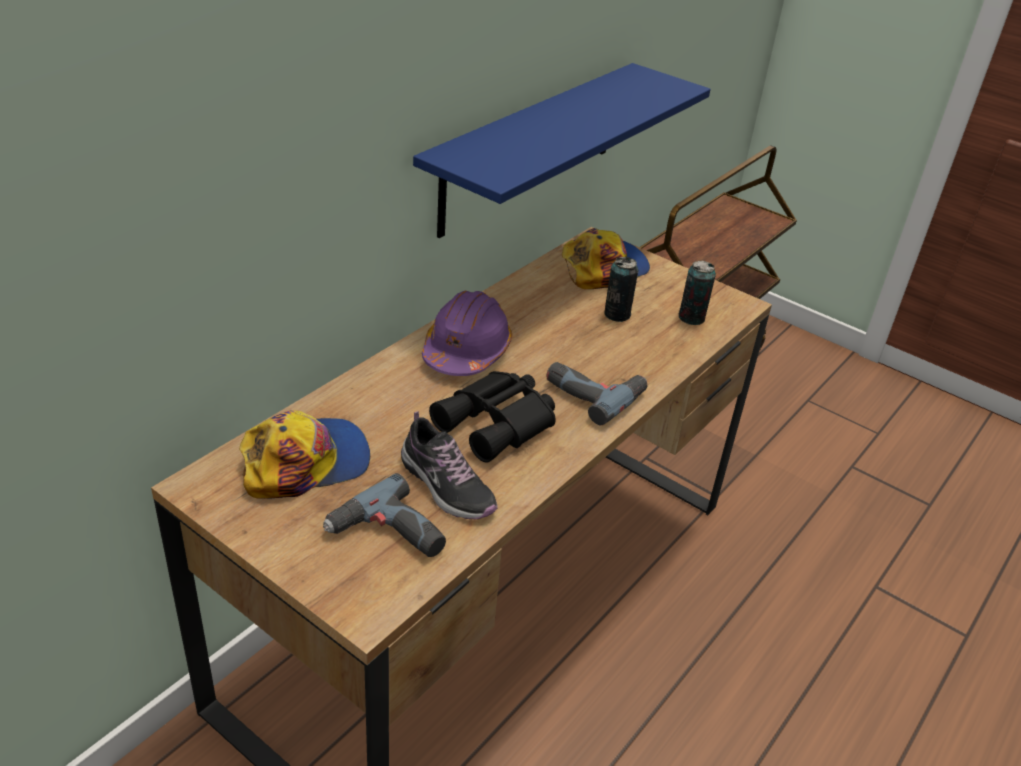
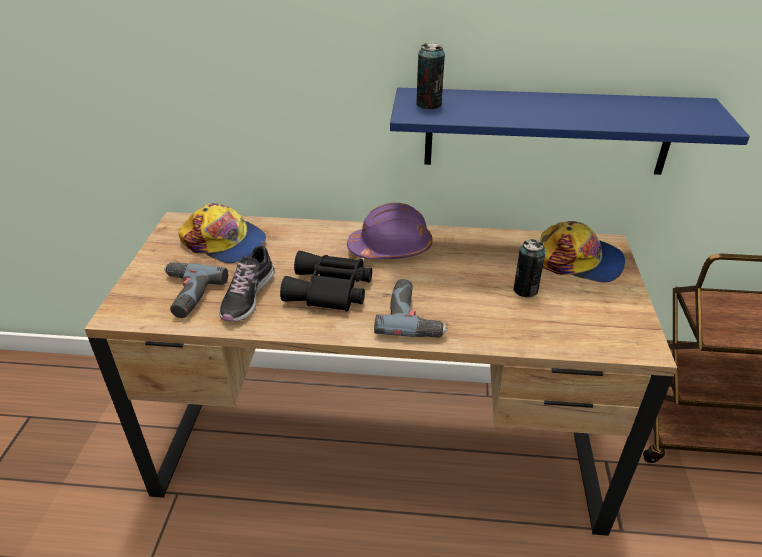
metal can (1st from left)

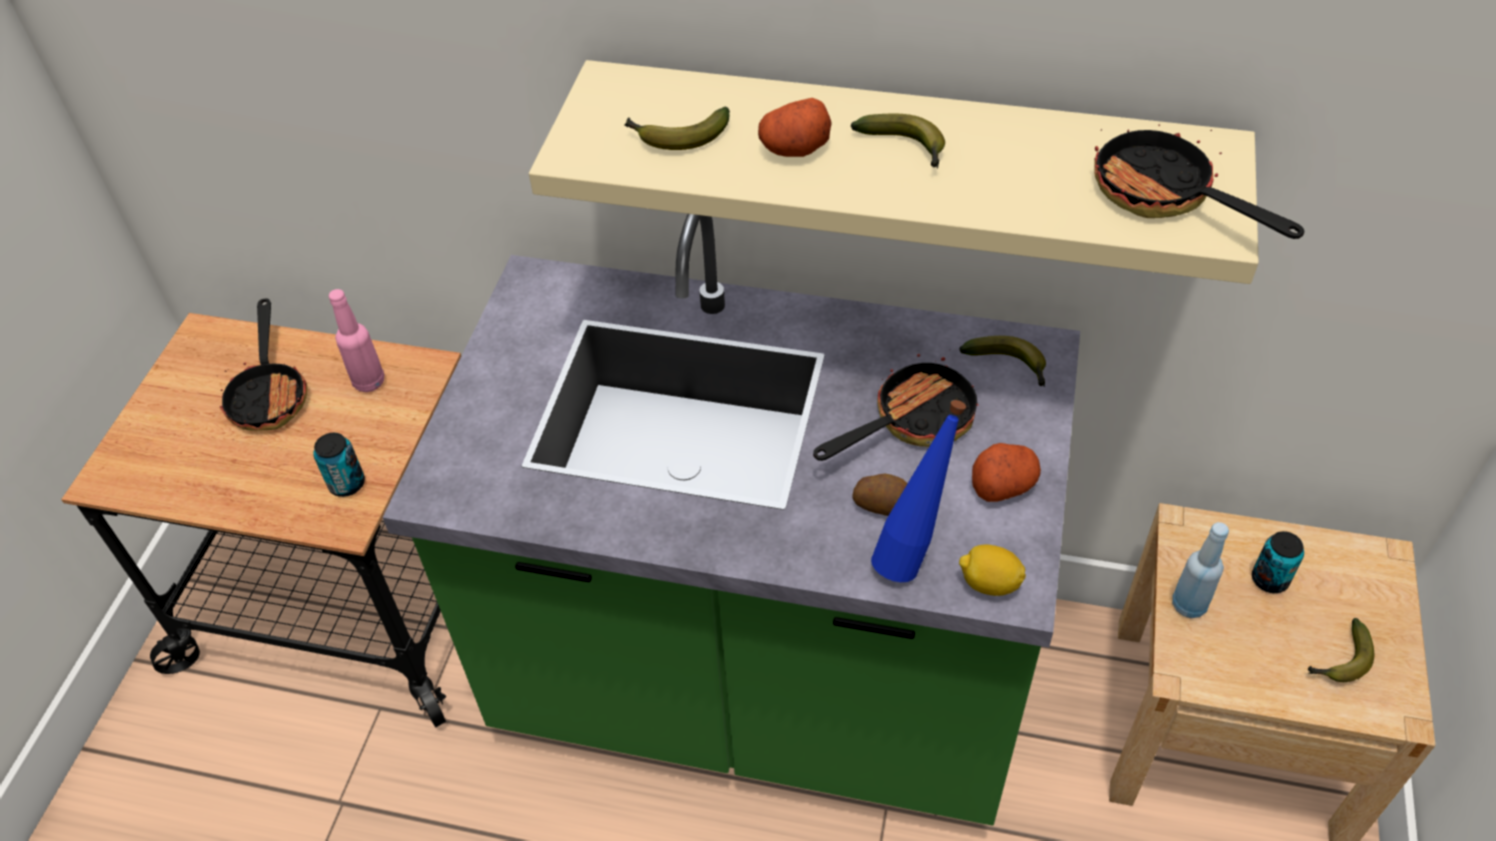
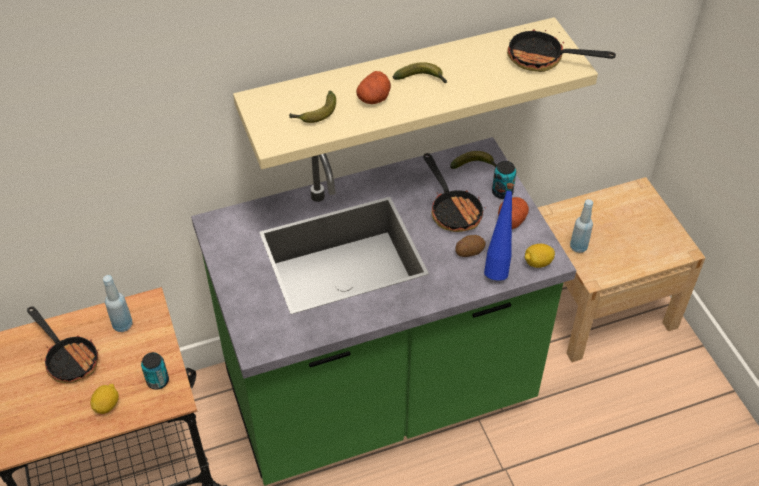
bottle/bluish (1st from left); frying pan (2nd from left); metal can (2nd from left); whole banana (4th from left in the first image); whole lemon (1st from left)

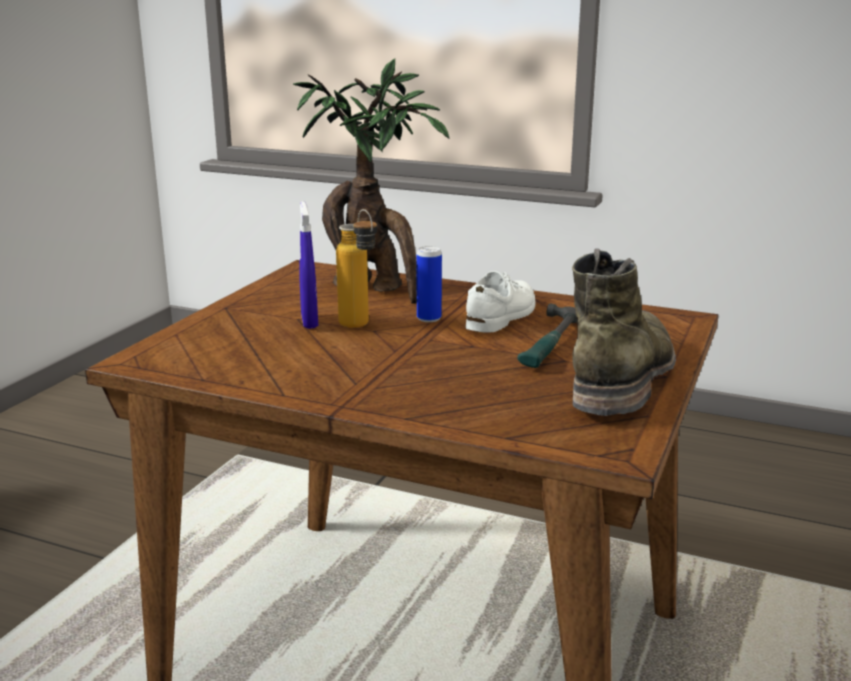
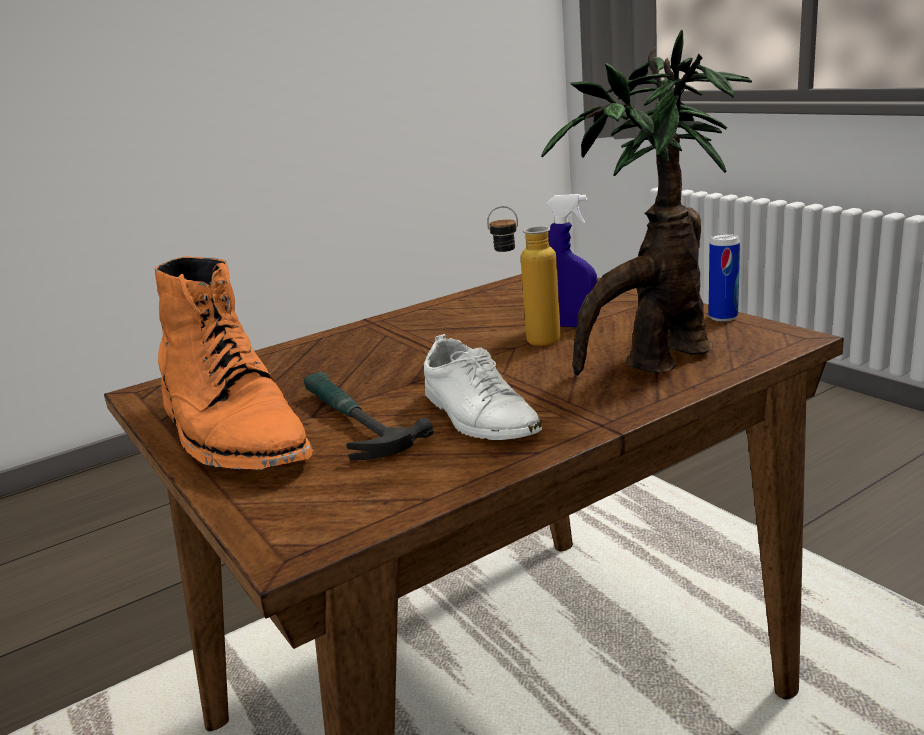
metal can; boot/orange

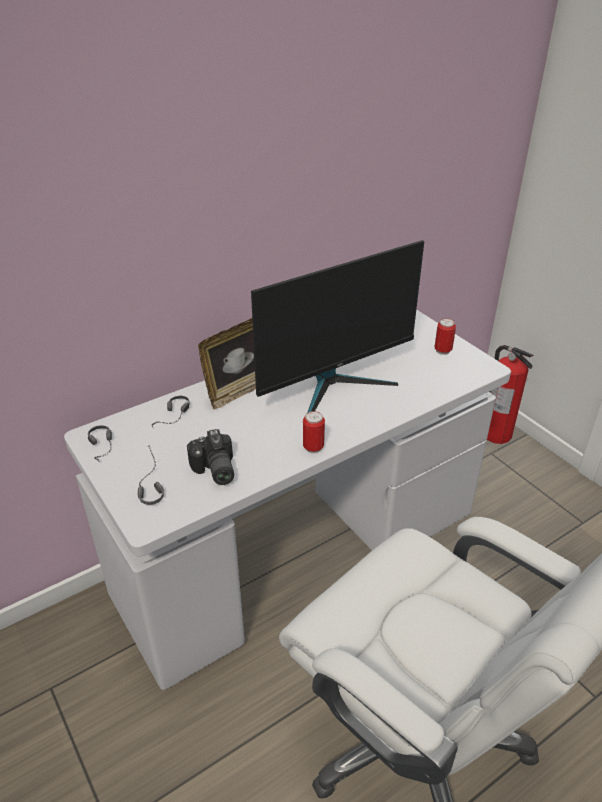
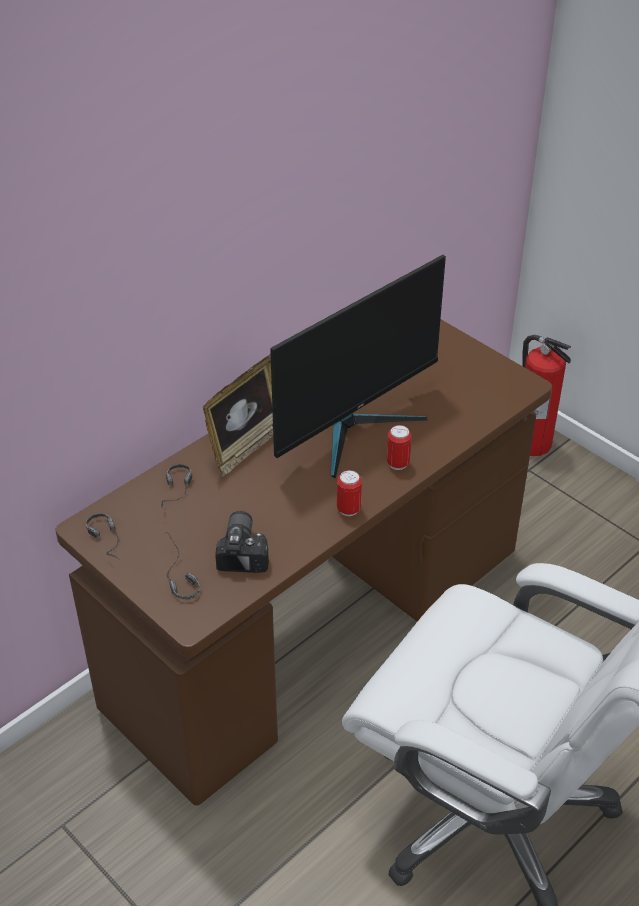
desk unit/brownish; metal can (2nd from left); still camera

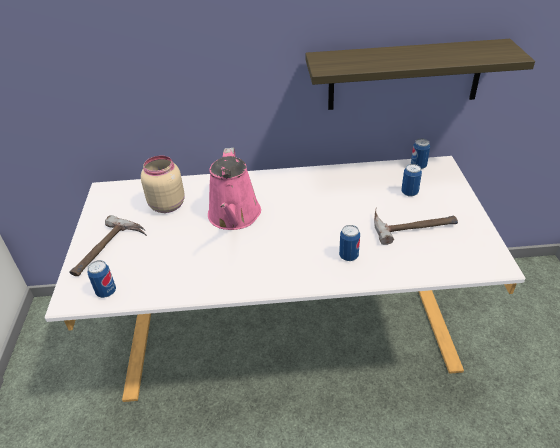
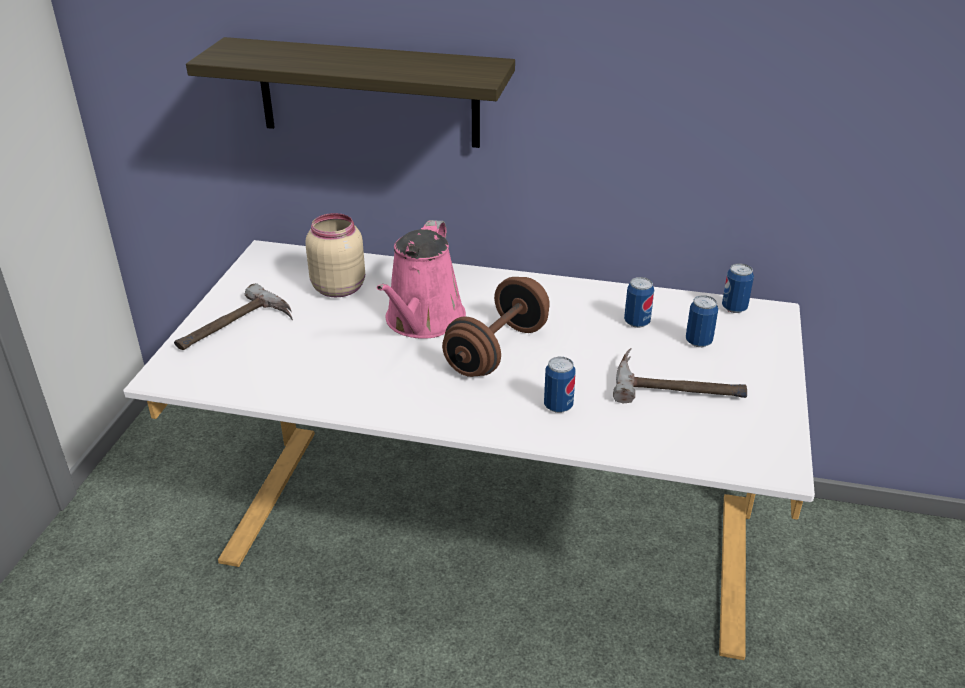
wall shelf; metal can (2nd from left); hand weight/brownish

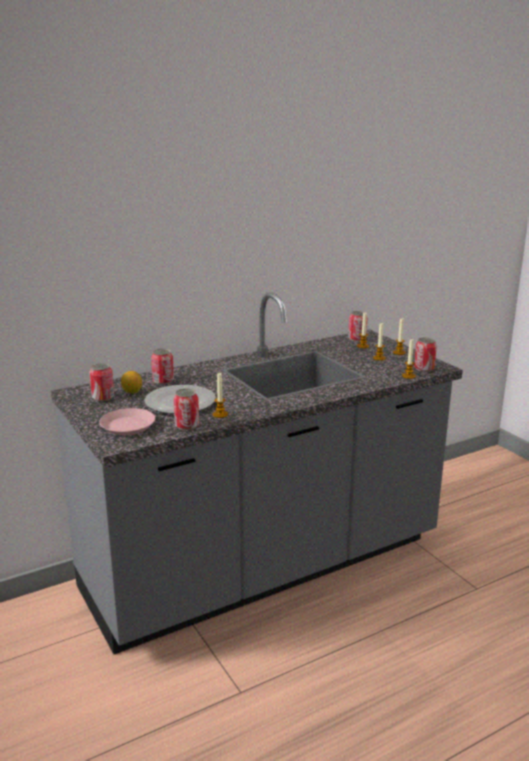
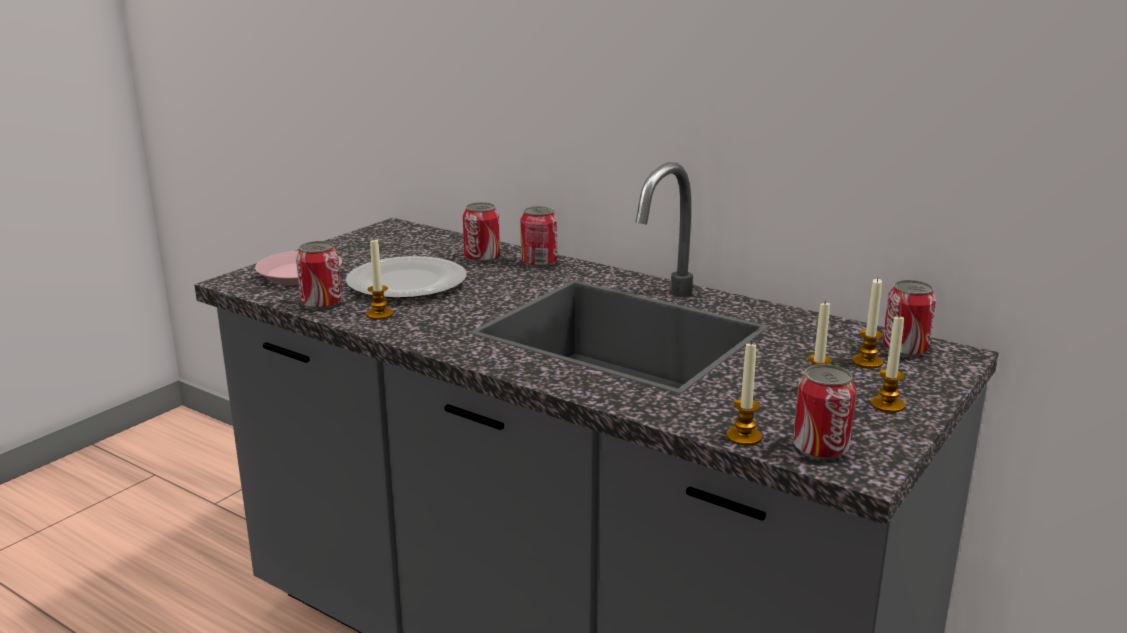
metal can (3rd from left); whole lemon

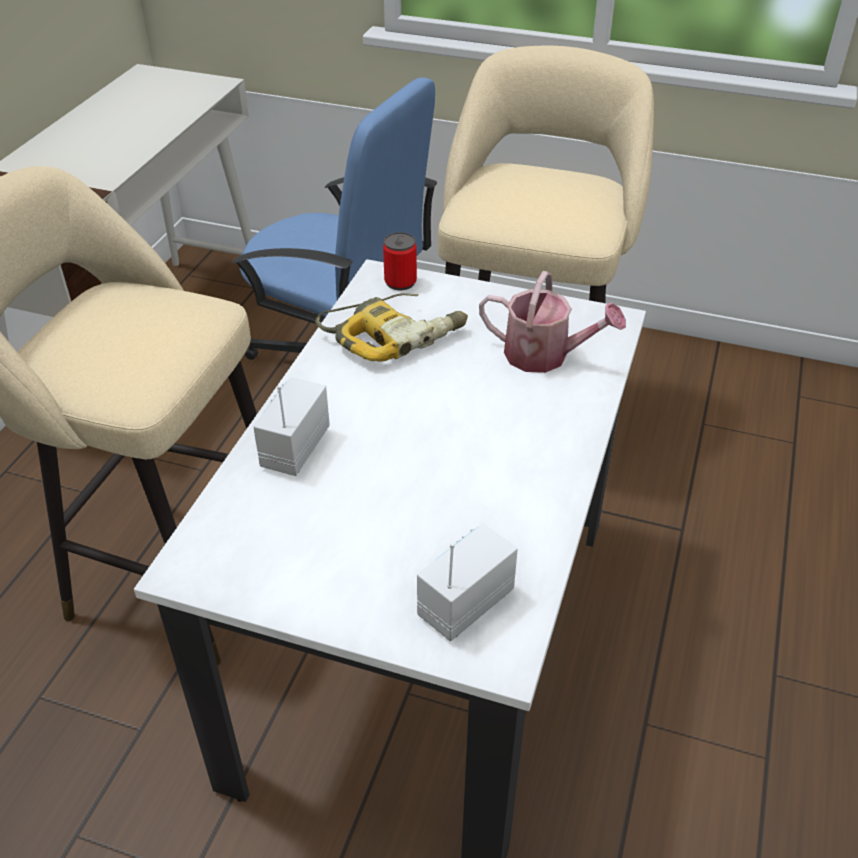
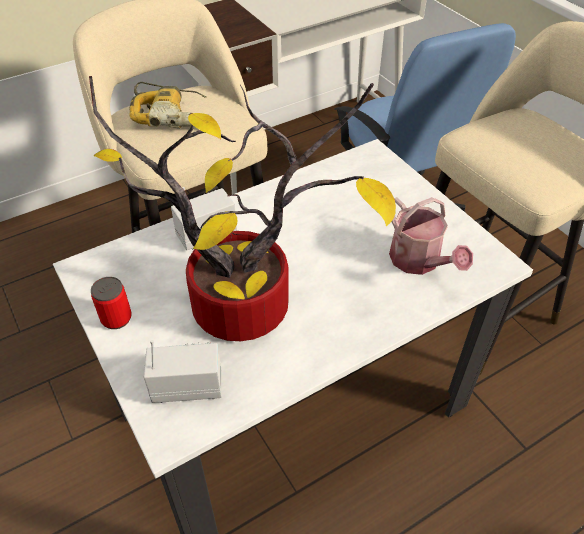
metal can; drill; plant in a pot

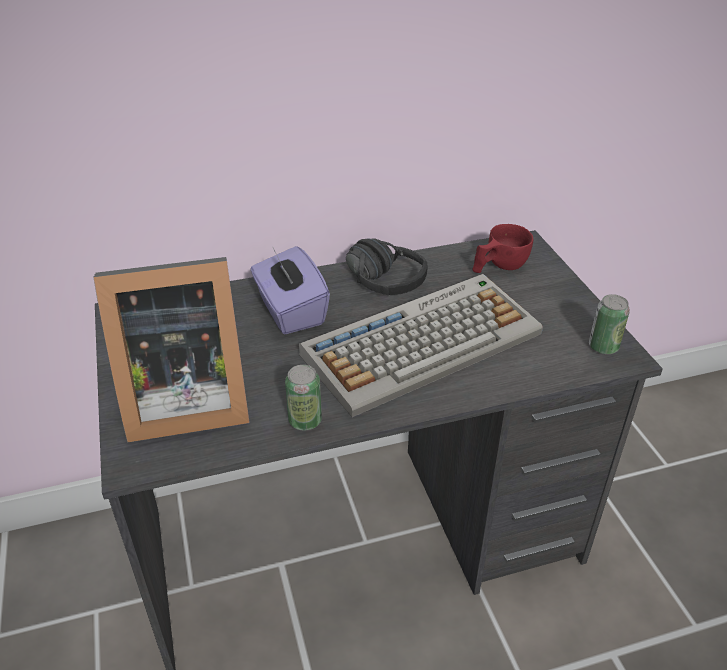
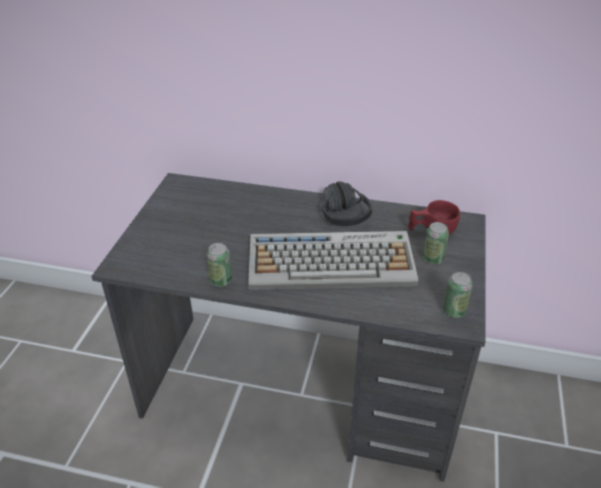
tissue holder/purplish; picture frame; metal can (2nd from left)

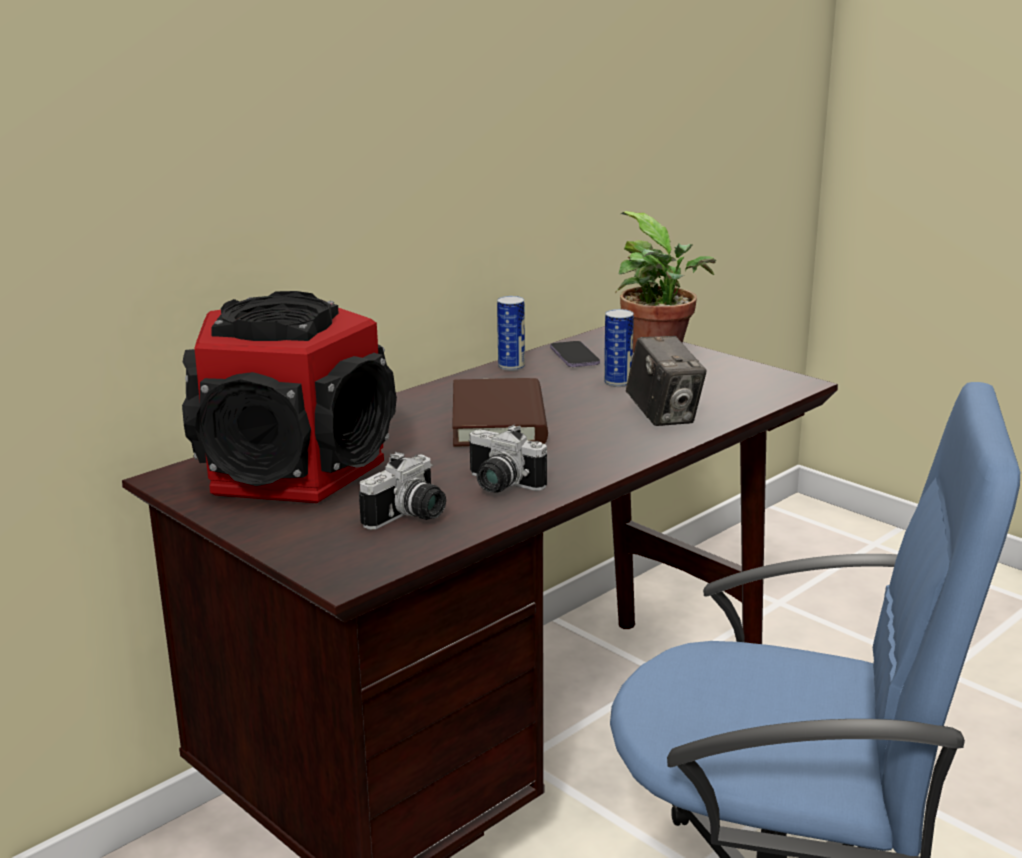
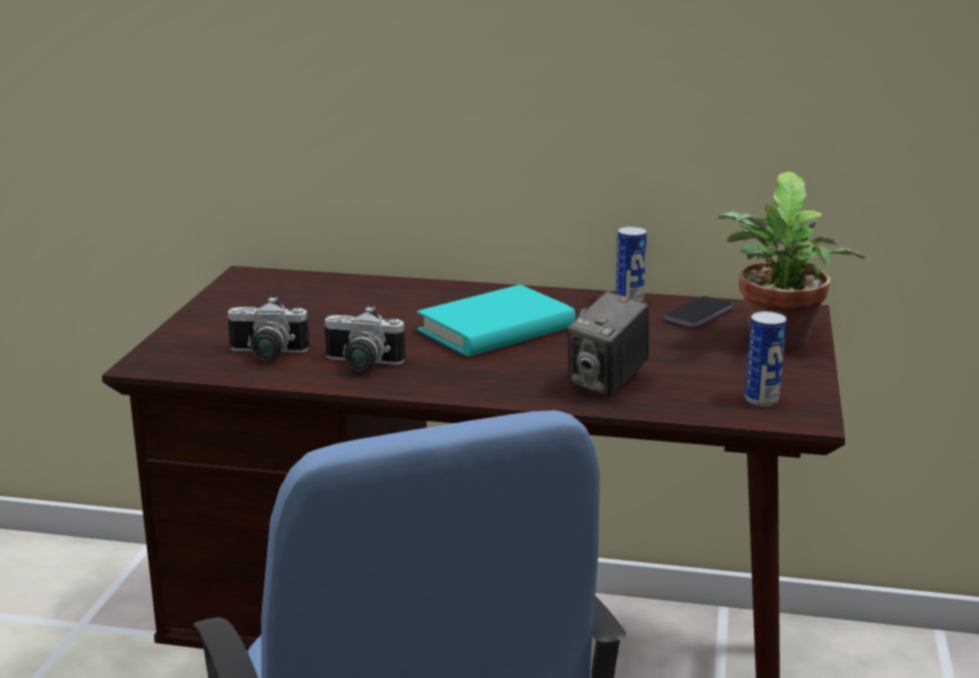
speaker; metal can (2nd from left); book/turquoise-coloured; still camera (2nd from left)

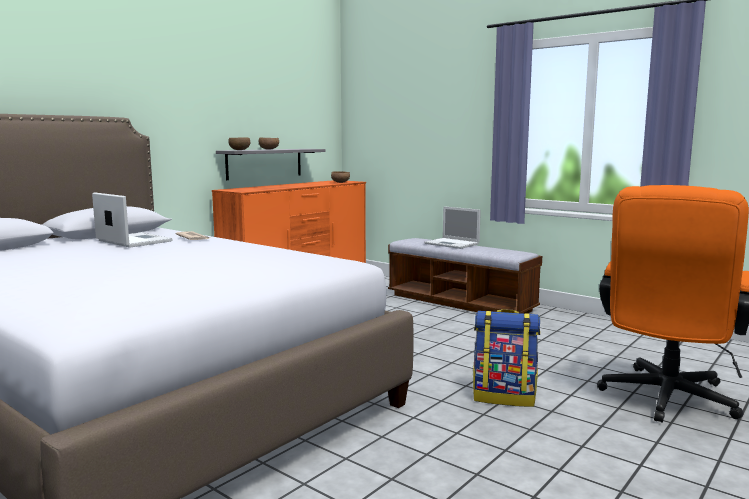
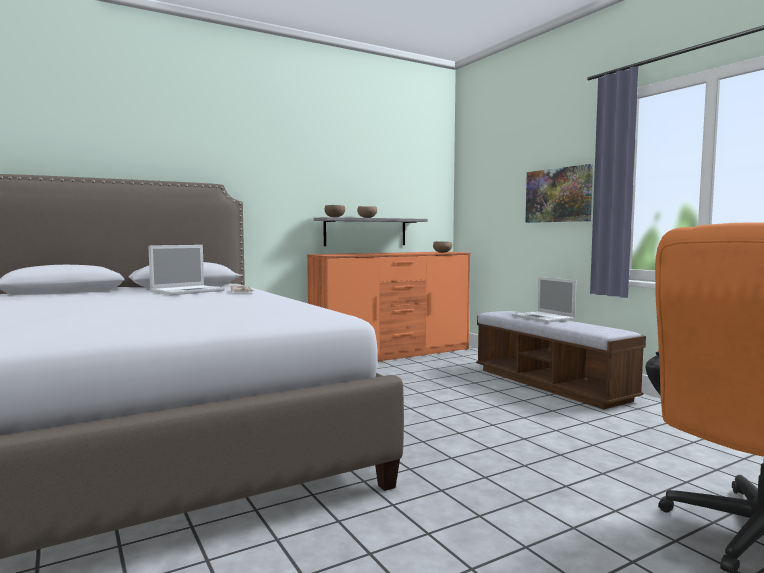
portable computer (1st from left); rucksack; wall picture

